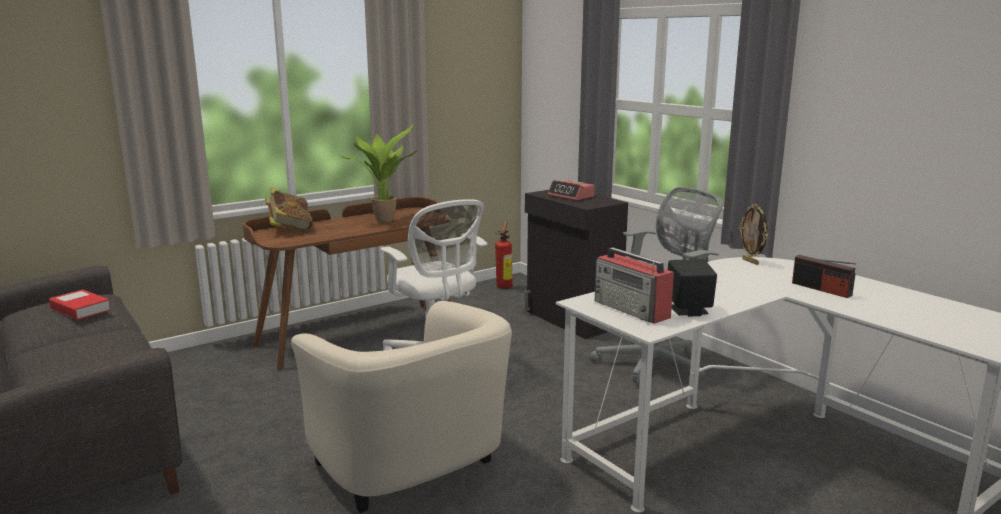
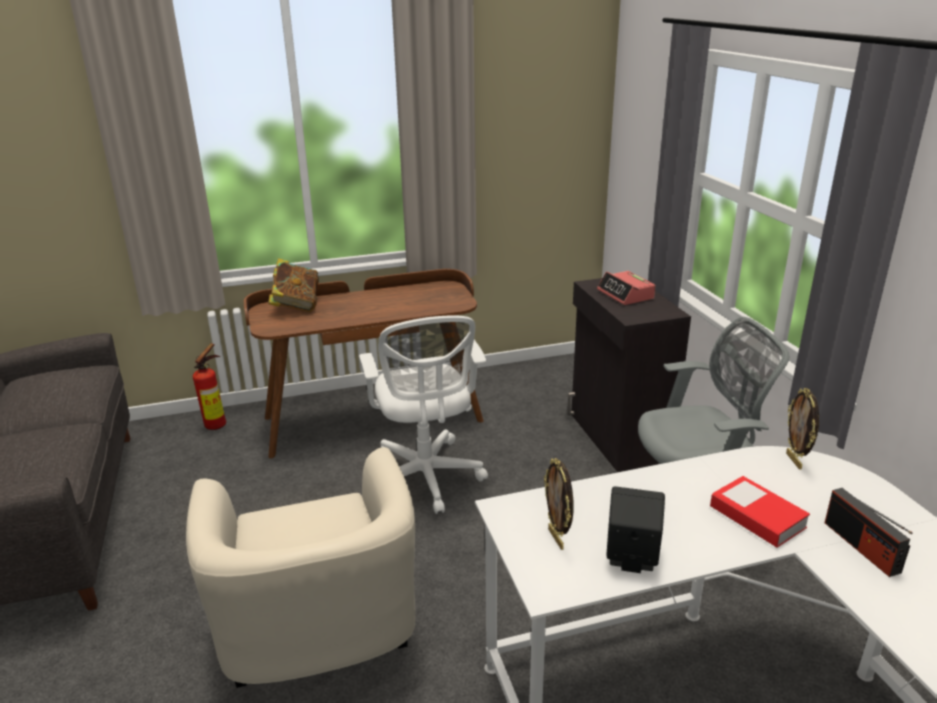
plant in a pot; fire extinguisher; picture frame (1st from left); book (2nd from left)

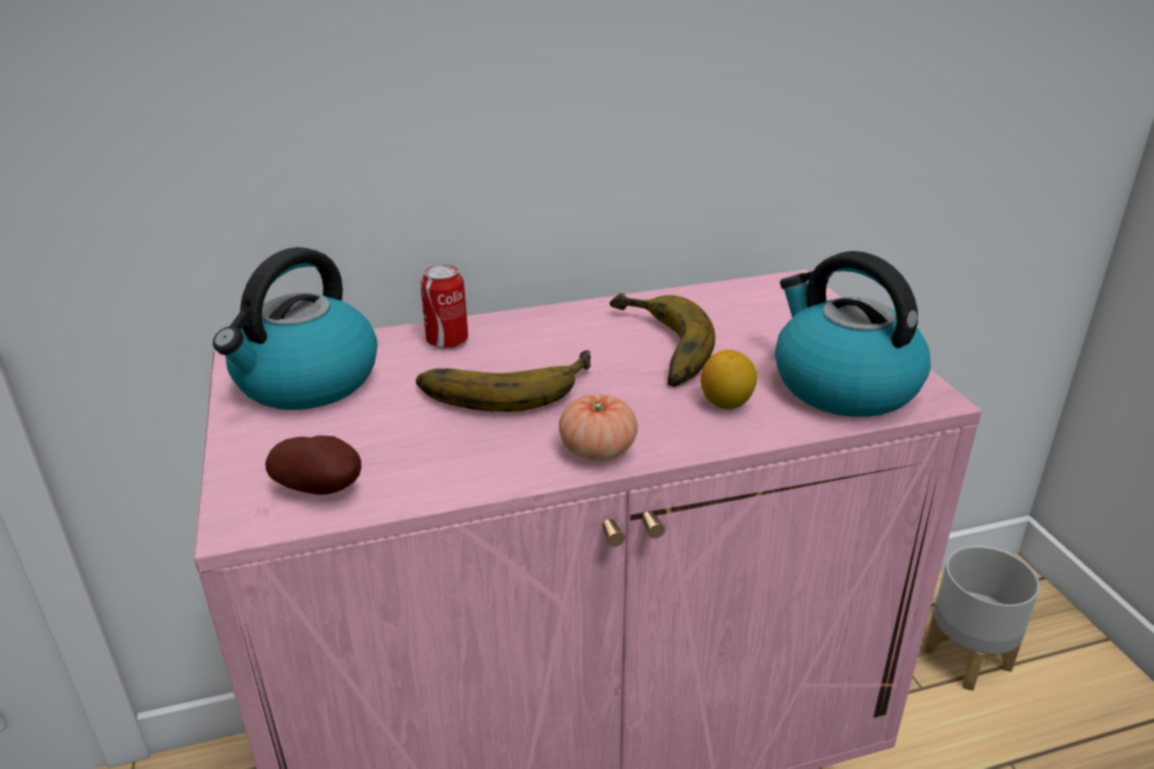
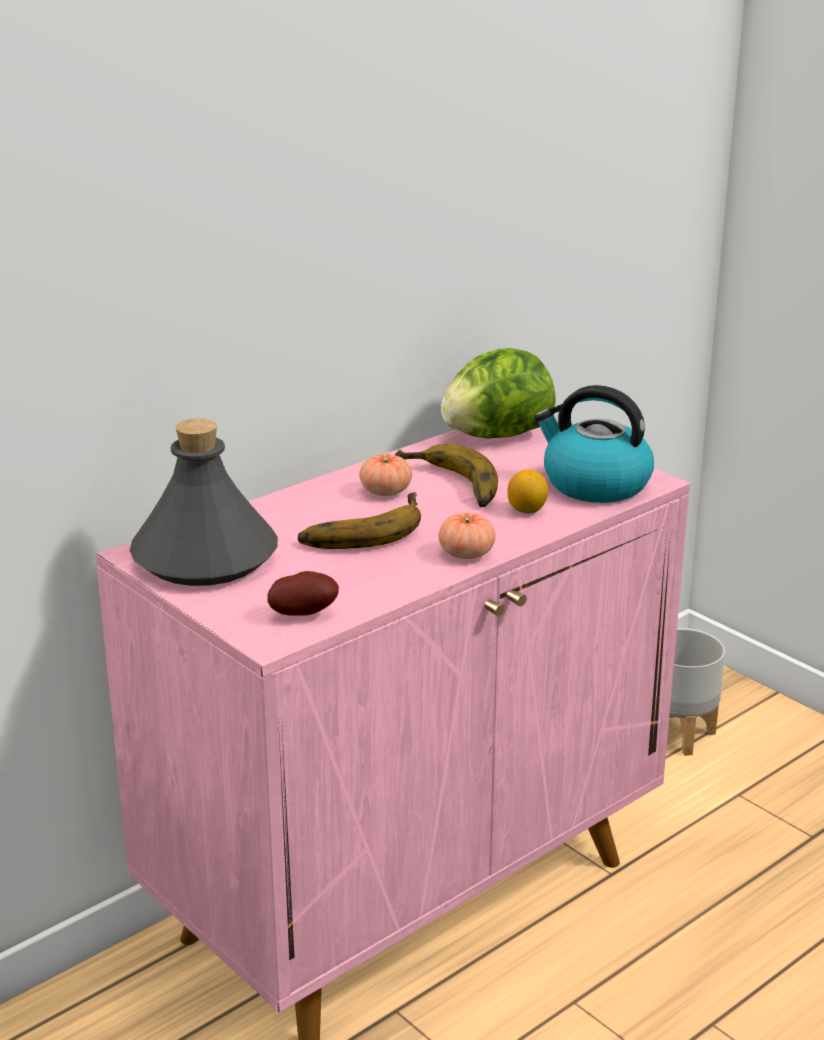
bottle/greyish; metal can; lettuce; fresh tomato (1st from left)

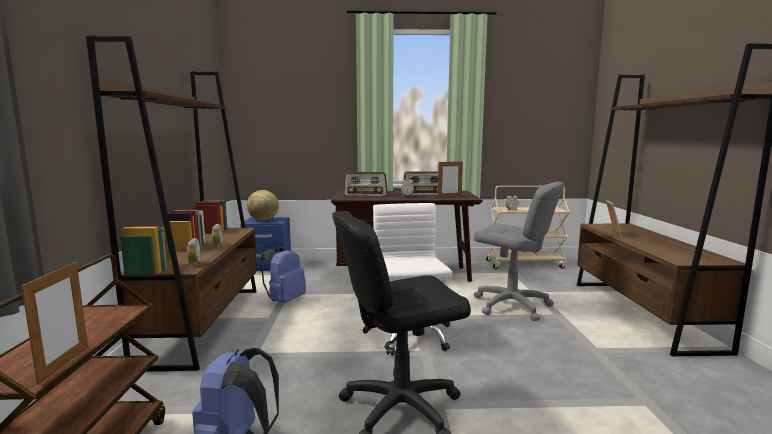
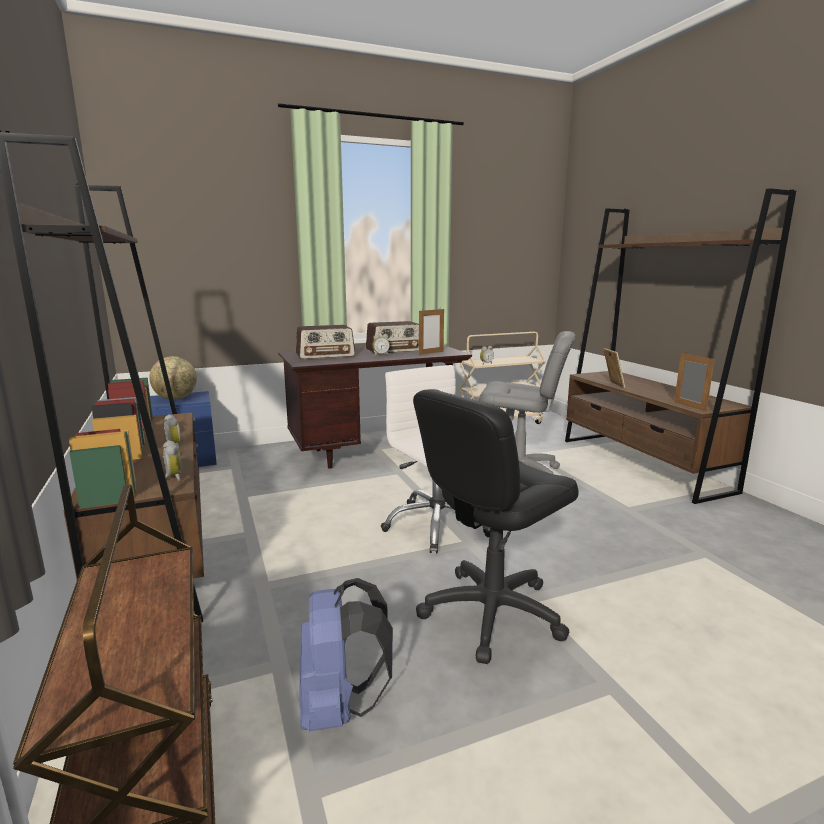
rucksack/bluish (2nd from left in the first image); picture frame (3rd from left)

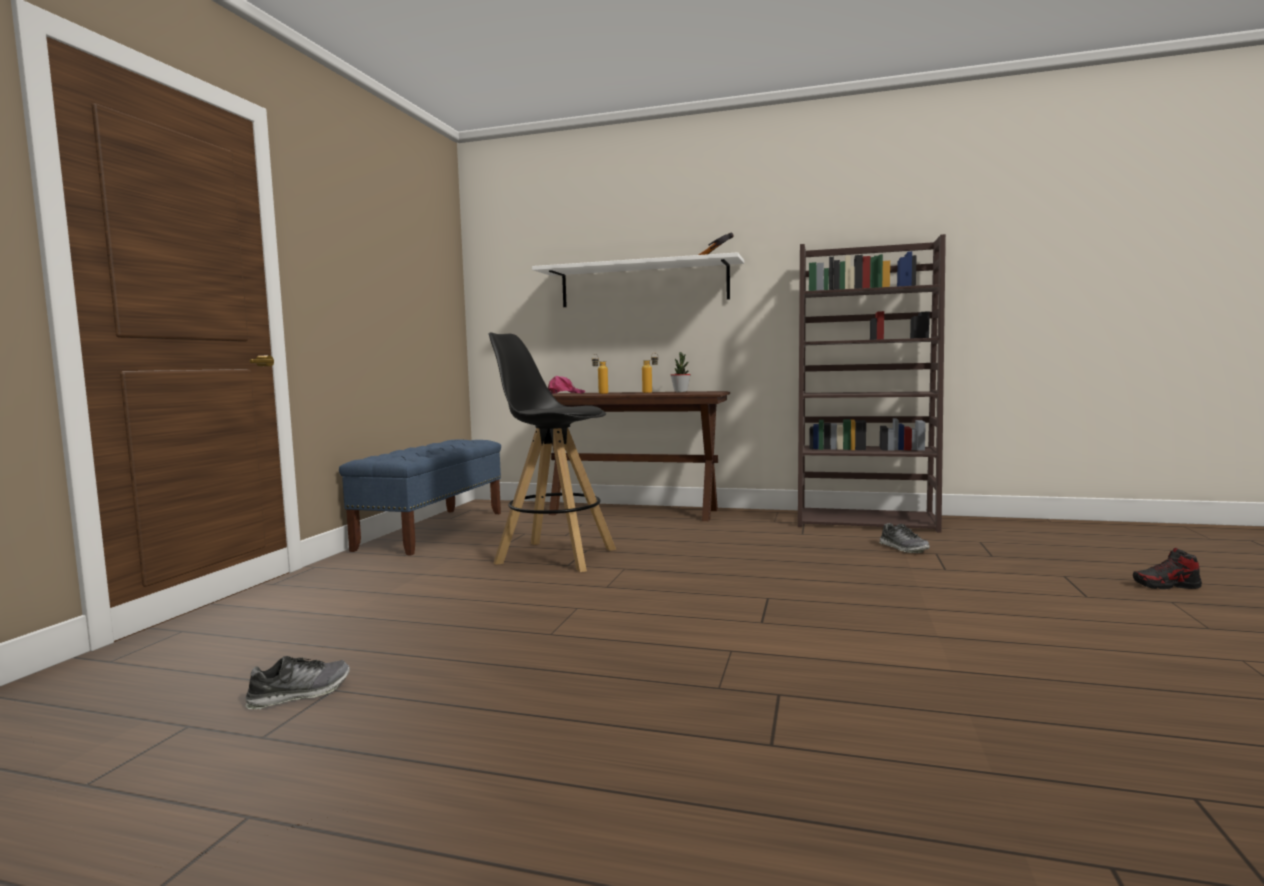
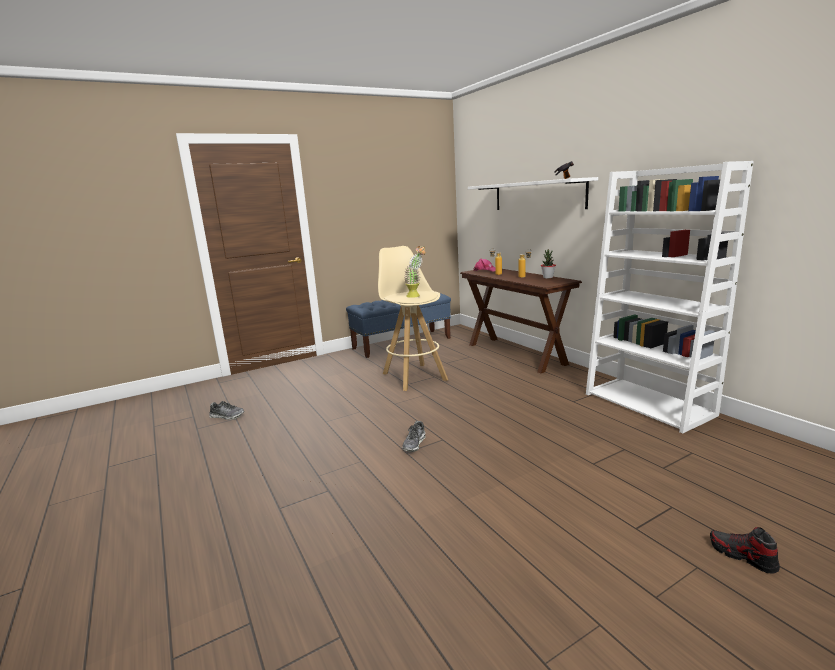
bookcase/whitish; stool seat/sand-coloured; item of footwear (2nd from left); plant in a pot (1st from left)

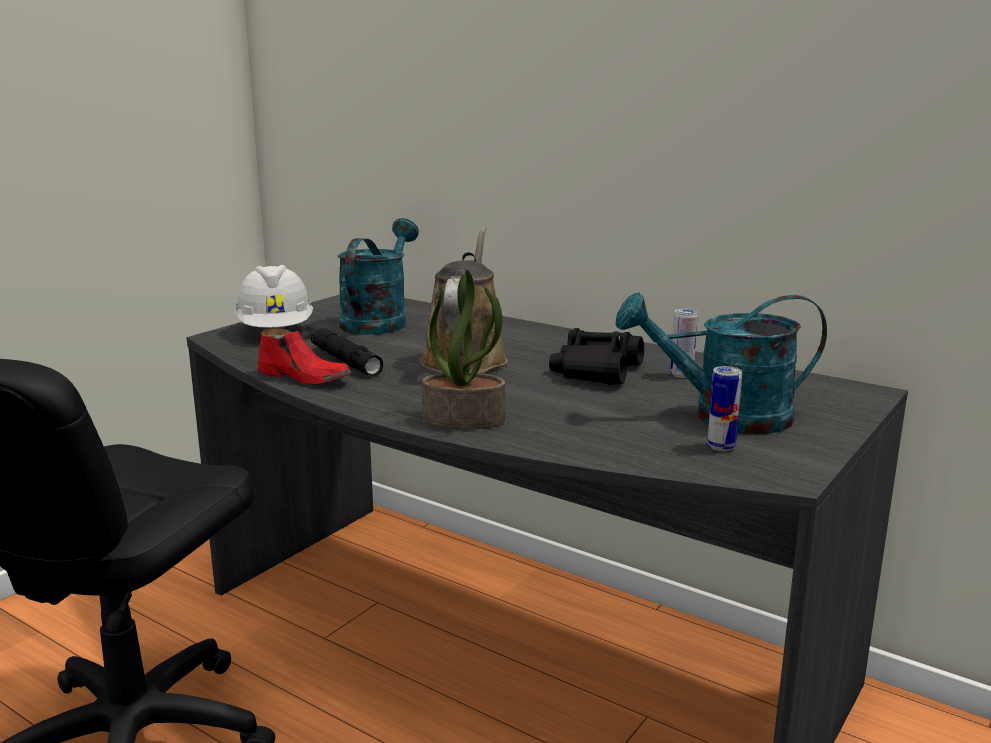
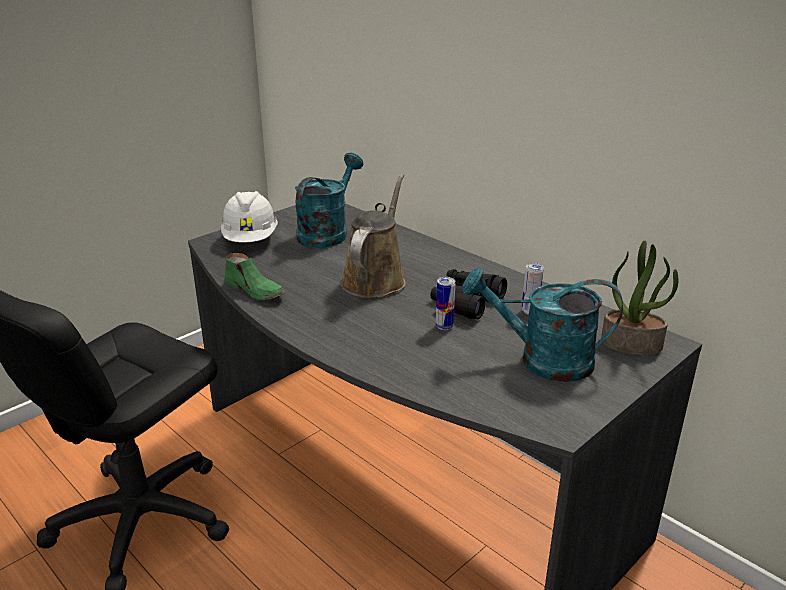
plant in a pot; flashlight/black; item of footwear/greenish; metal can (1st from left)

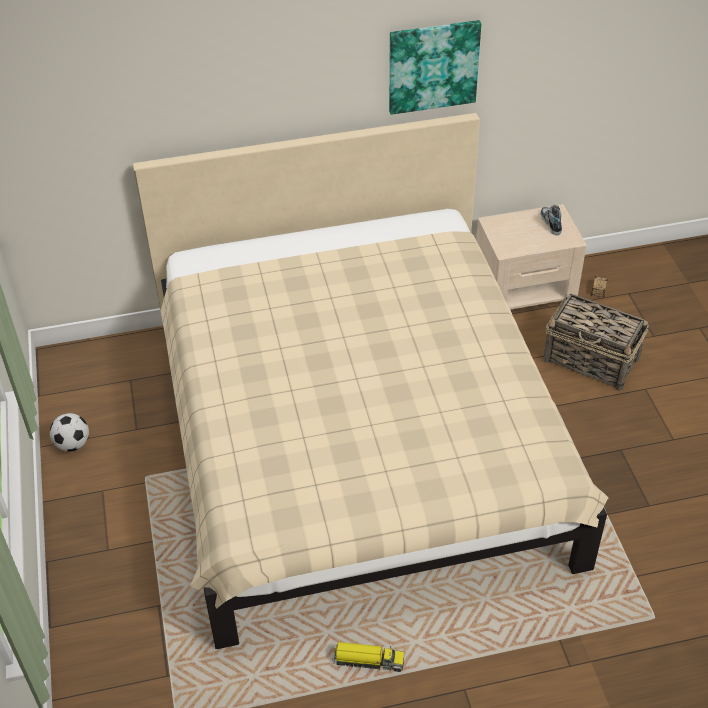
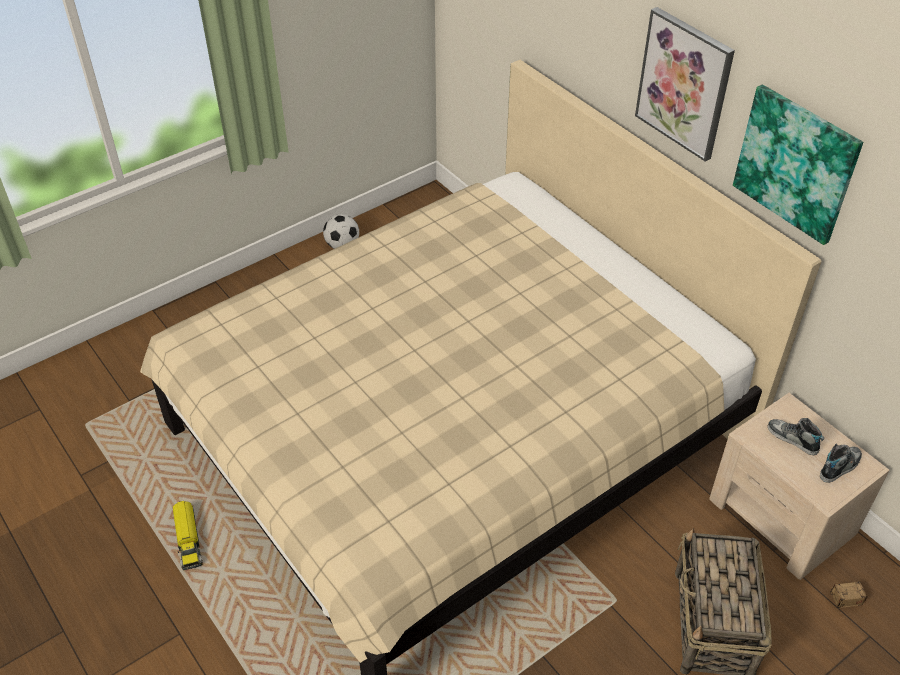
wall picture (1st from left); item of footwear (1st from left)

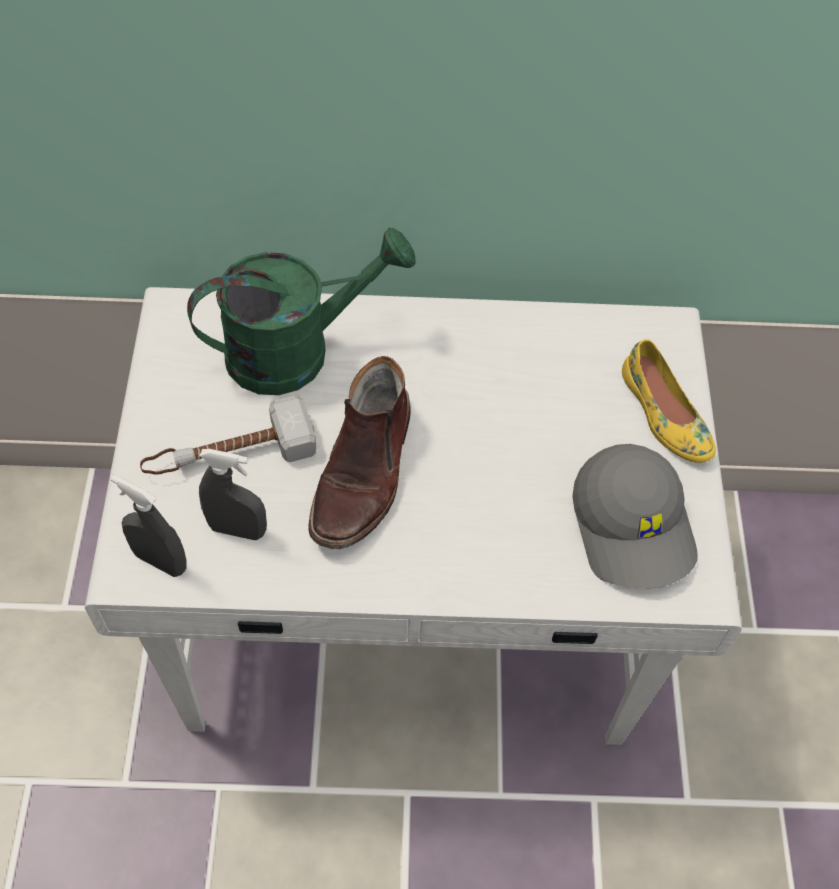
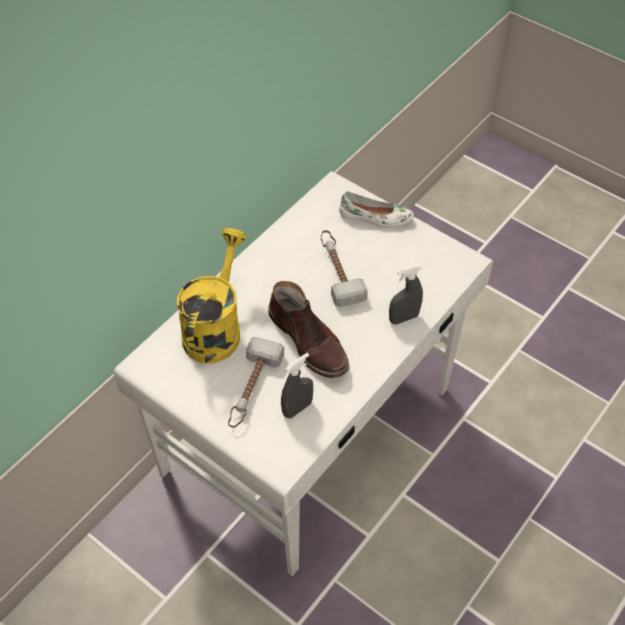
watering can/yellowish; item of footwear/whitish; cap/greyish; sprayer/greyish (2nd from left); tool hammer (2nd from left)

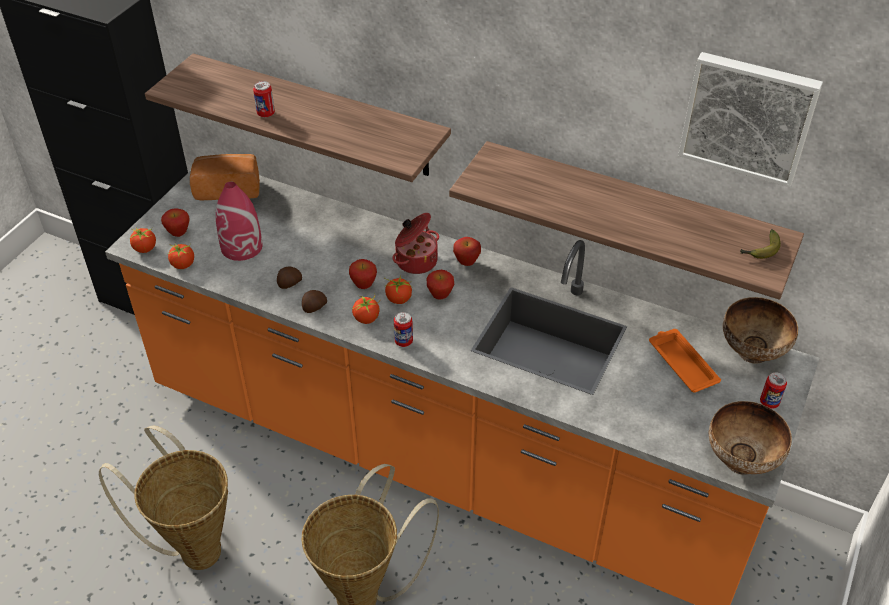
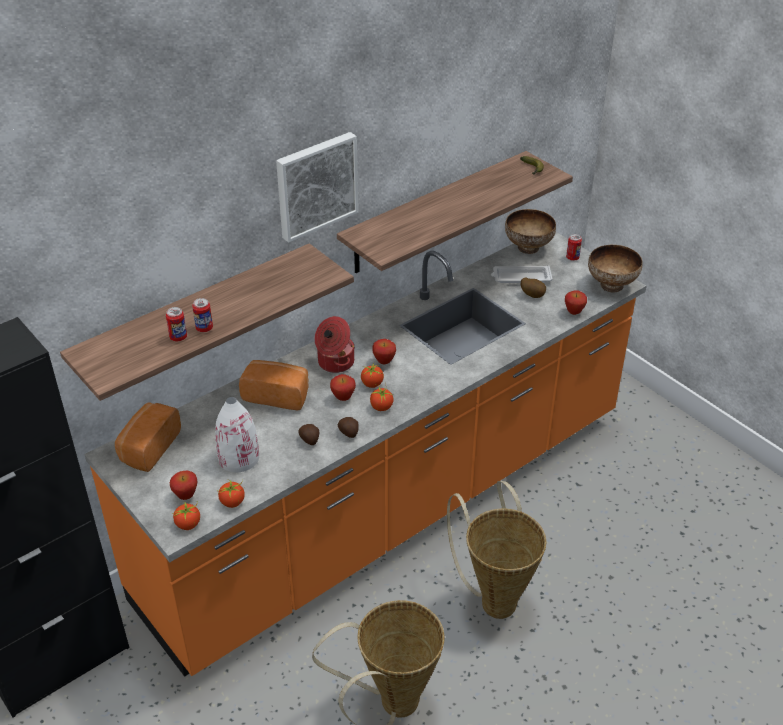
wall picture; vase/whitish; apple fruit (4th from left); metal can (1st from left); serving tray/whitish; spud (3rd from left); bread (2nd from left)

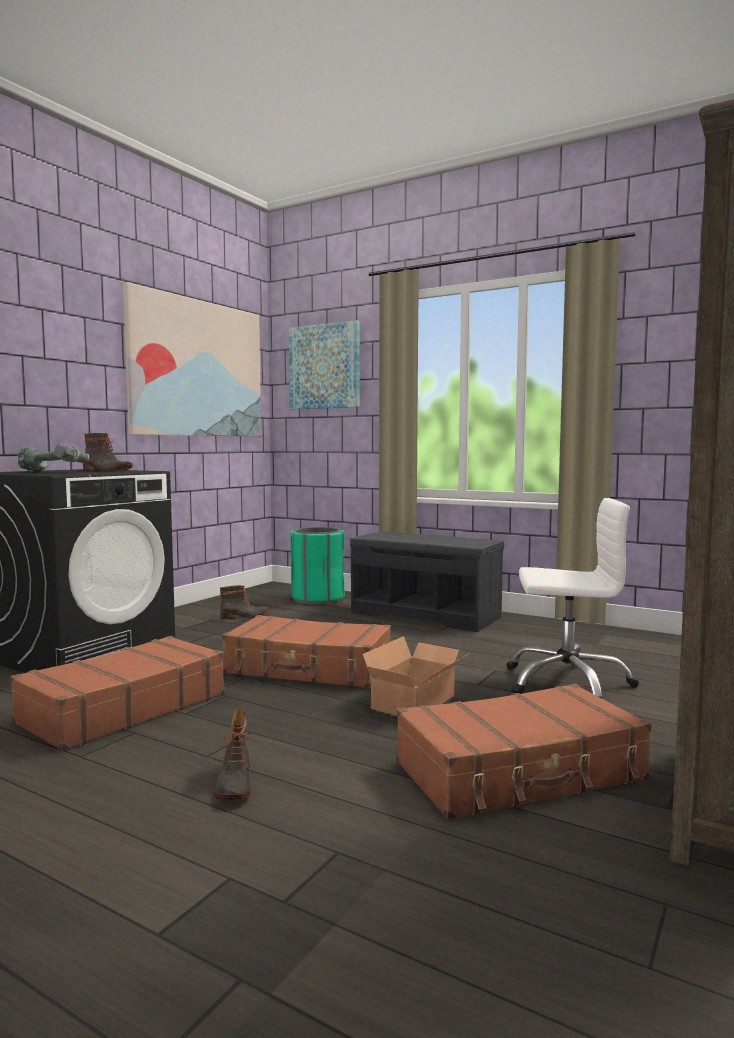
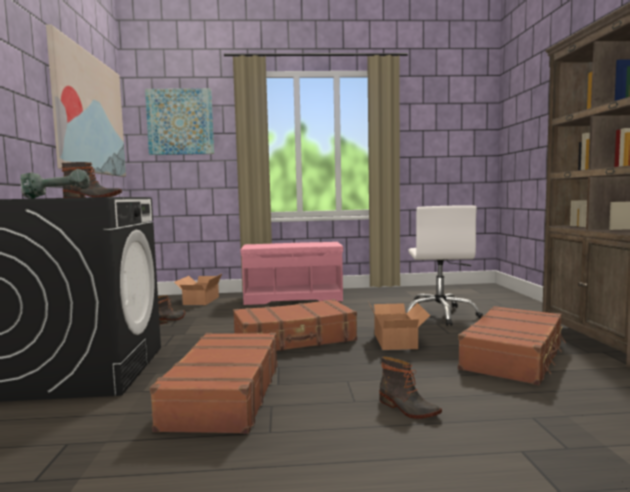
desk chair/whitish; packing box (1st from left); bench/pinkish

